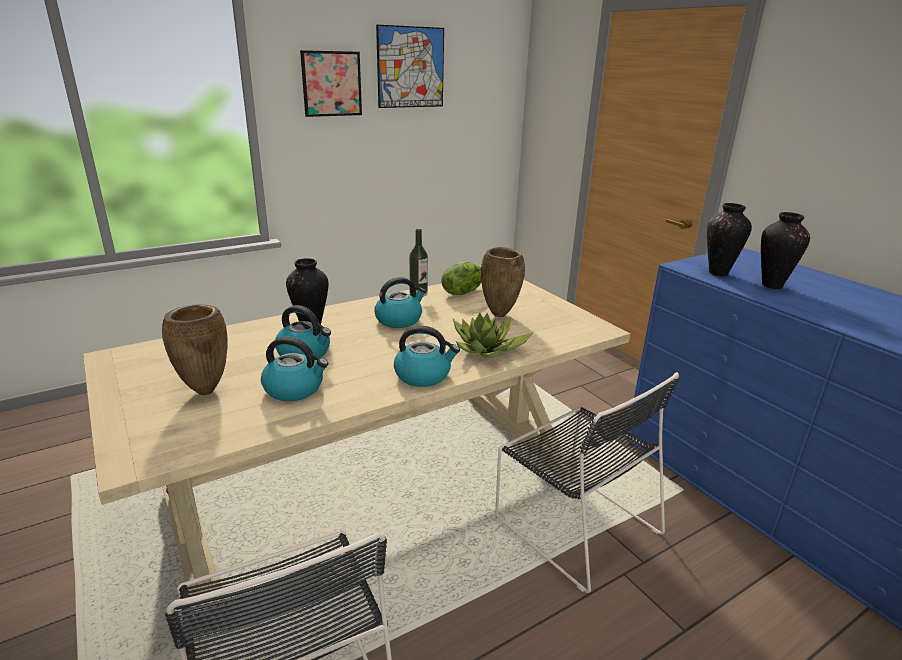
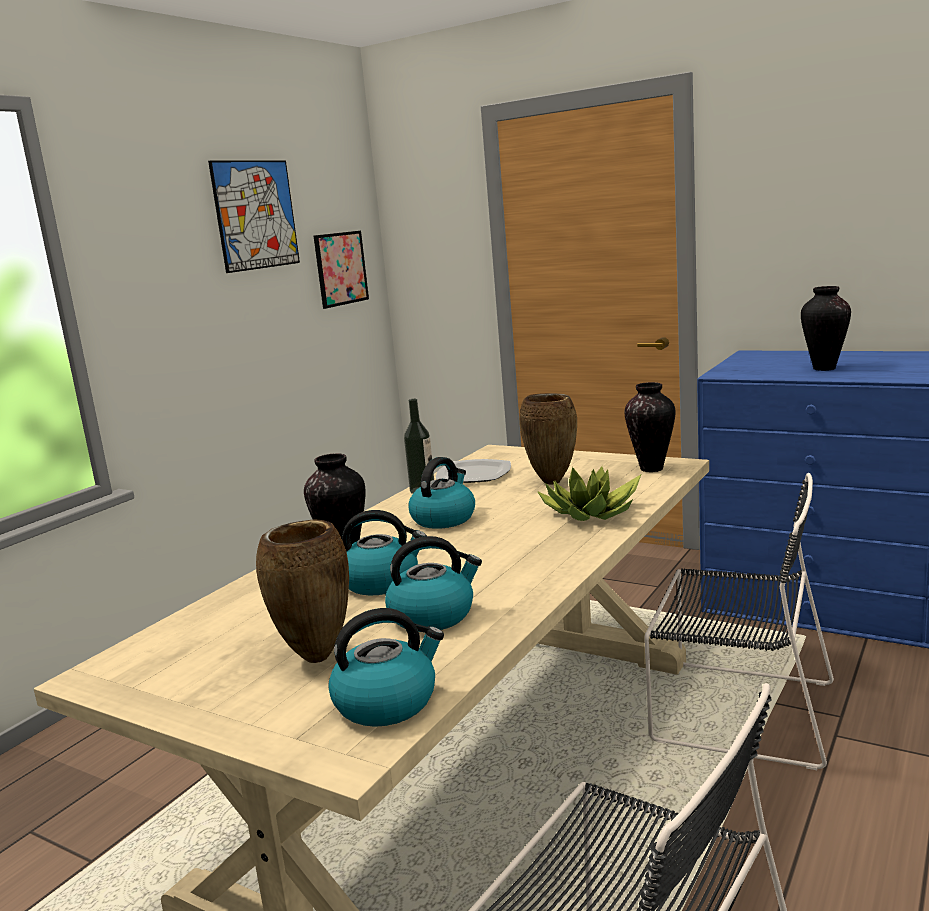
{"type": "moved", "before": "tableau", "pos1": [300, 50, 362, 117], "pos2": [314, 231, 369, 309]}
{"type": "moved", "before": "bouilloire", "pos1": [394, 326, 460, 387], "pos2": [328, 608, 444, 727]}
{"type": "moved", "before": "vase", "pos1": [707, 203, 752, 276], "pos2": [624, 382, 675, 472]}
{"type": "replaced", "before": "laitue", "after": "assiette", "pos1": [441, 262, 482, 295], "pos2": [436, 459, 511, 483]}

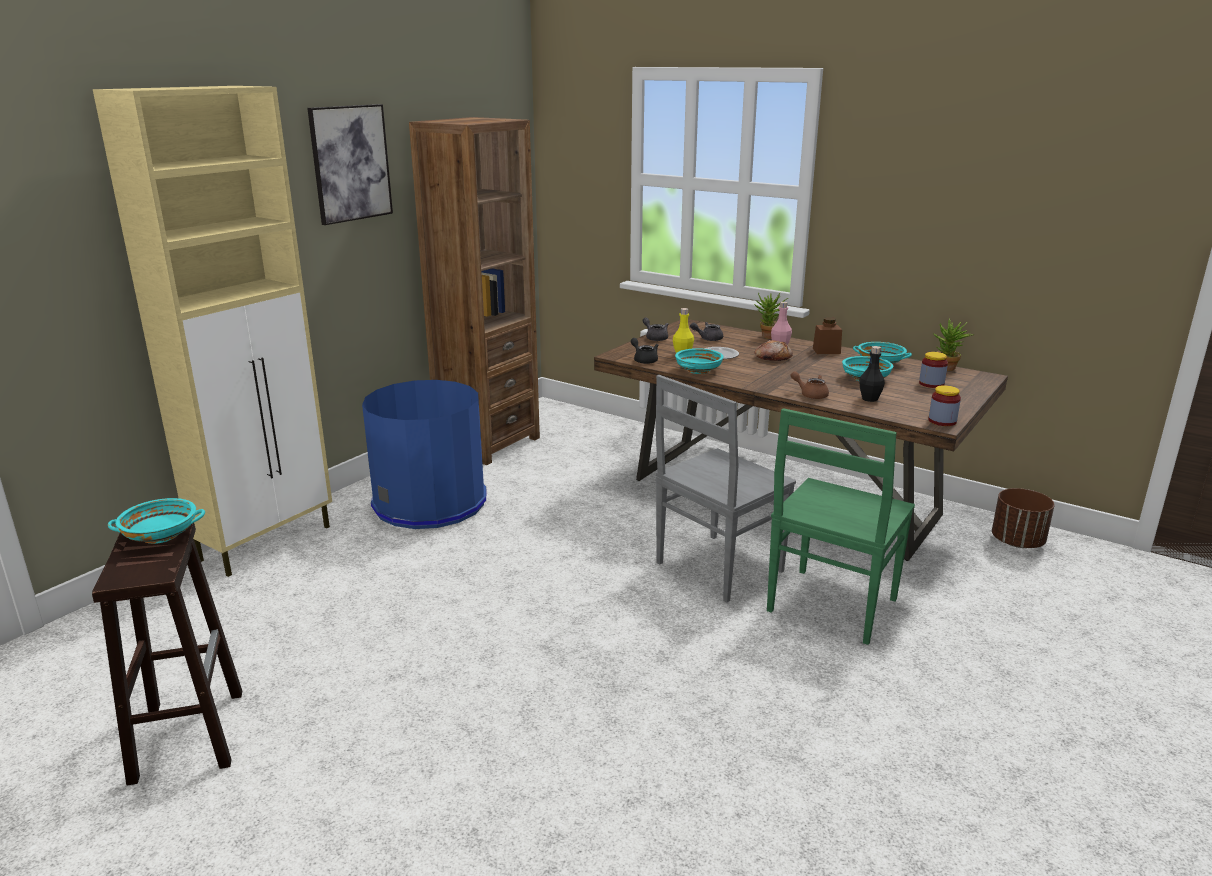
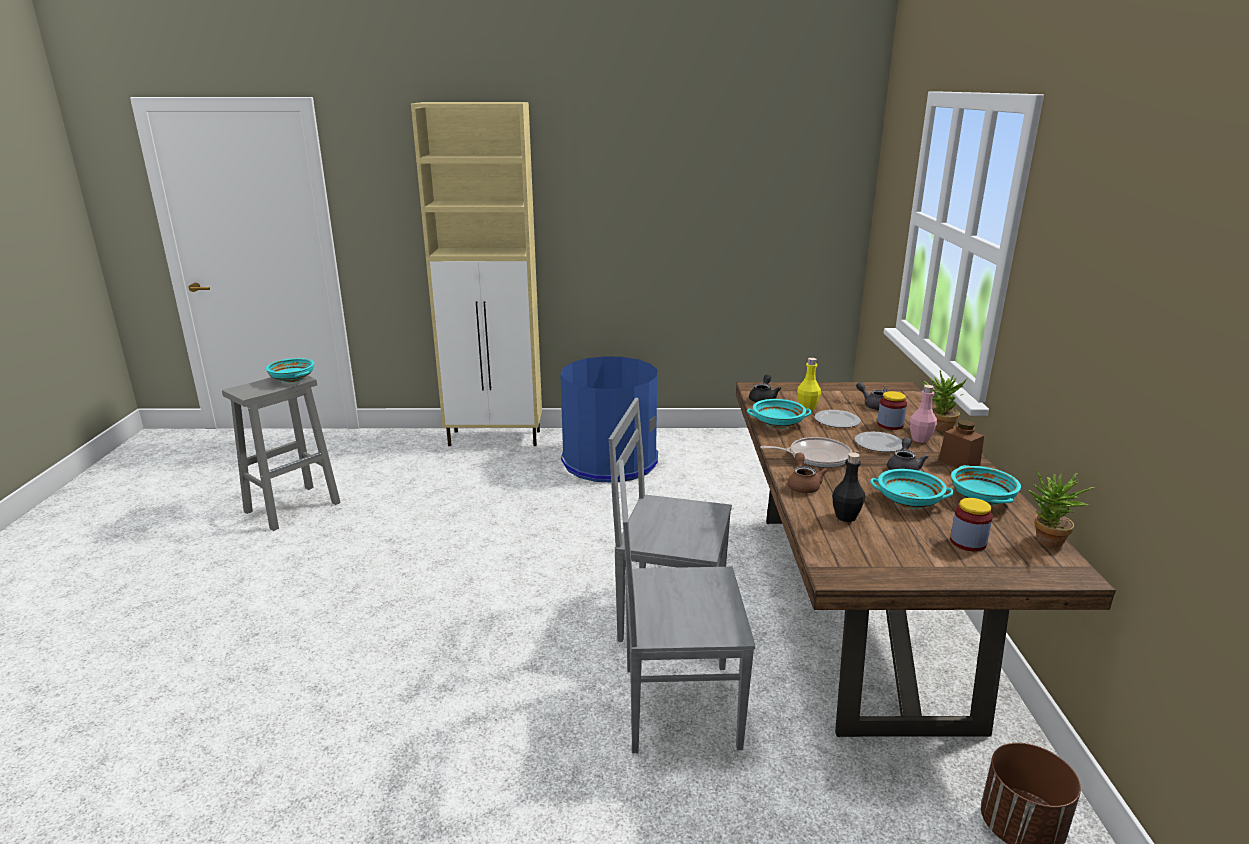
{"type": "removed", "before": "tableau", "pos1": [307, 104, 393, 225]}
{"type": "removed", "before": "bibliothèque/marron", "pos1": [409, 117, 540, 465]}
{"type": "added", "after": "poêle", "pos2": [760, 437, 852, 468]}
{"type": "moved", "before": "théière/gris", "pos1": [643, 317, 668, 341], "pos2": [887, 437, 929, 471]}
{"type": "moved", "before": "bocal", "pos1": [929, 385, 961, 426], "pos2": [877, 391, 907, 430]}
{"type": "replaced", "before": "pain", "after": "assiette", "pos1": [754, 340, 793, 361], "pos2": [854, 432, 903, 452]}
{"type": "recoloured", "before": "tabouret/marron", "after": "tabouret/gris", "pos1": [92, 523, 242, 786], "pos2": [222, 375, 341, 531]}
{"type": "recoloured", "before": "chaise/vert", "after": "chaise/gris", "pos1": [767, 408, 915, 645], "pos2": [619, 460, 755, 753]}

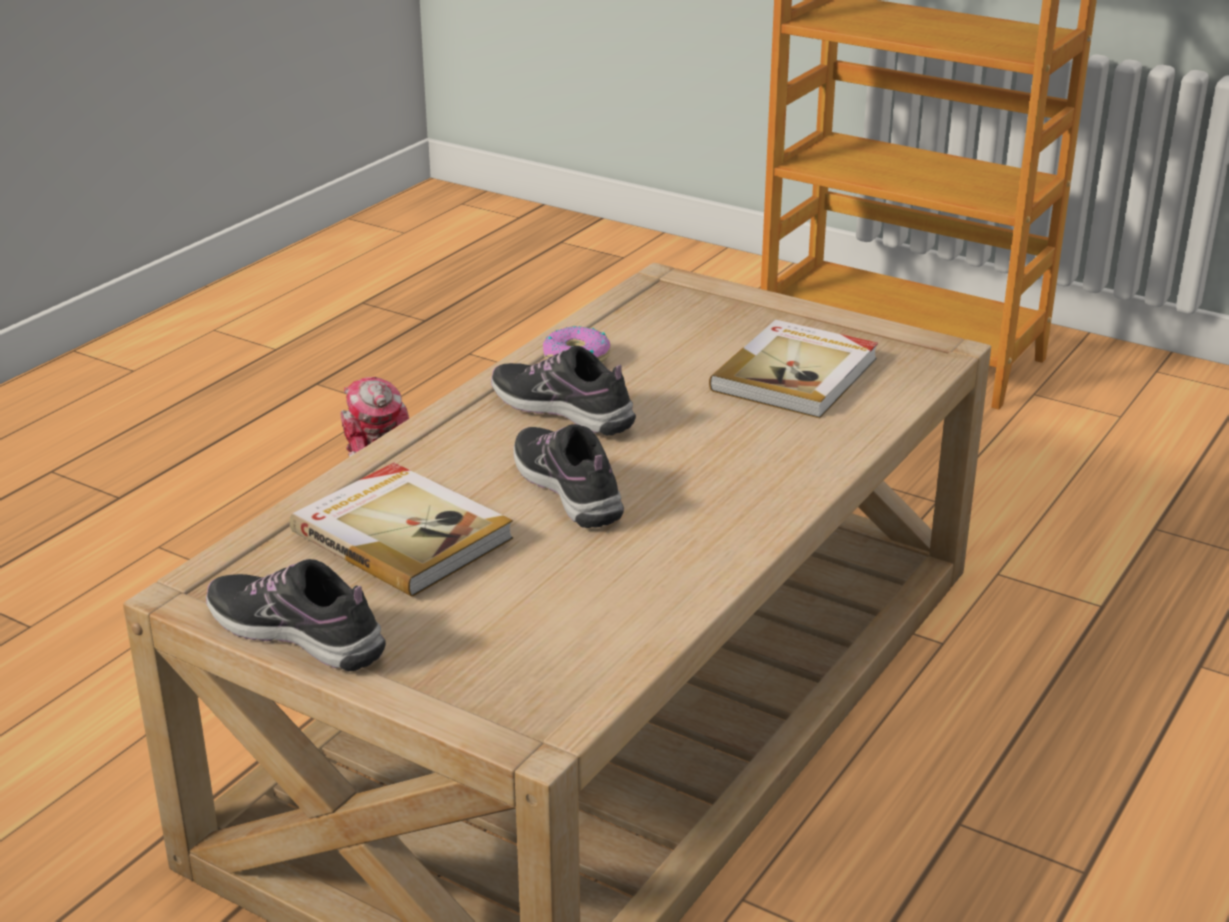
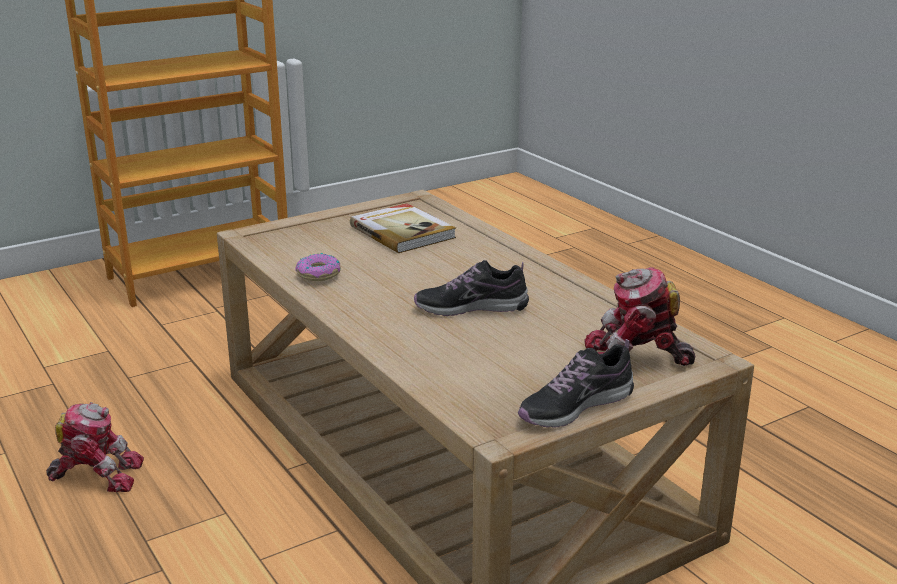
{"type": "removed", "before": "livre", "pos1": [290, 463, 513, 597]}
{"type": "removed", "before": "chaussure", "pos1": [491, 346, 636, 436]}
{"type": "added", "after": "robot jouet", "pos2": [584, 267, 695, 366]}

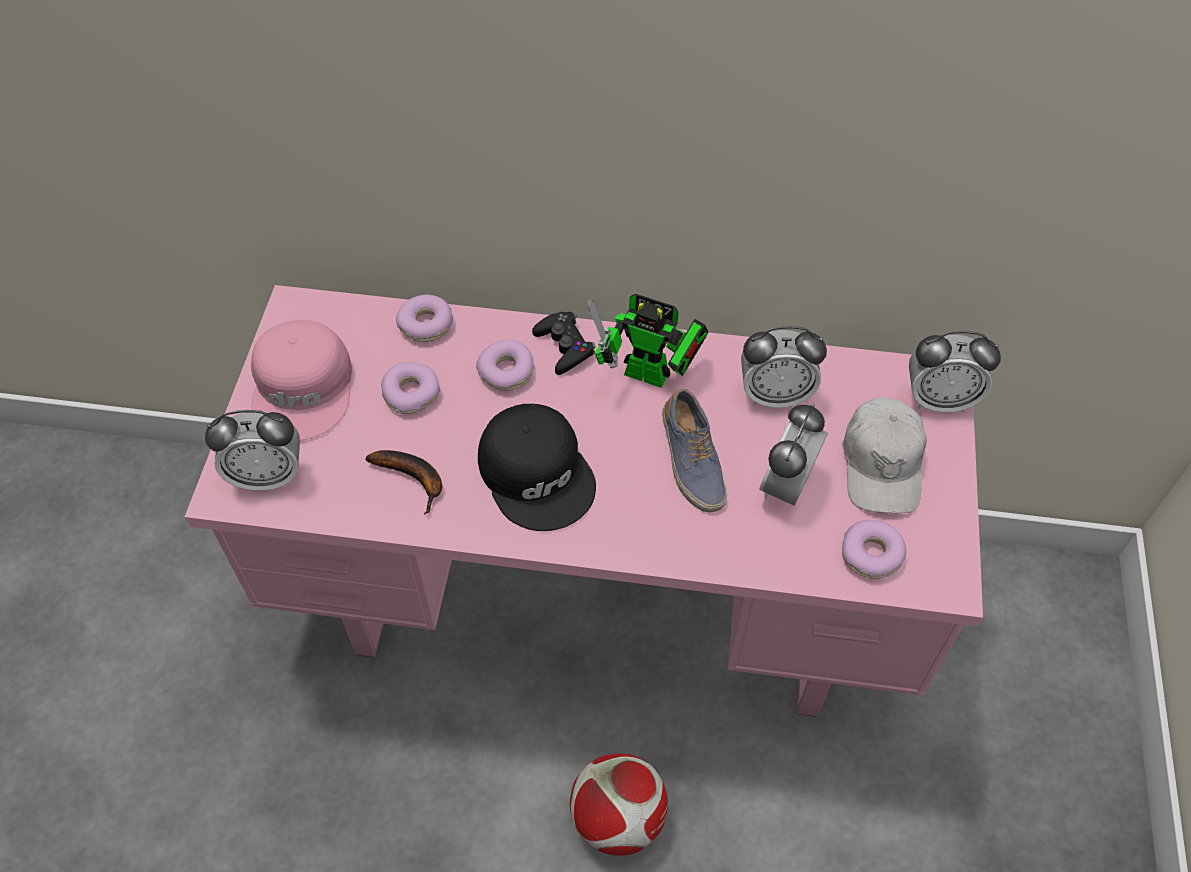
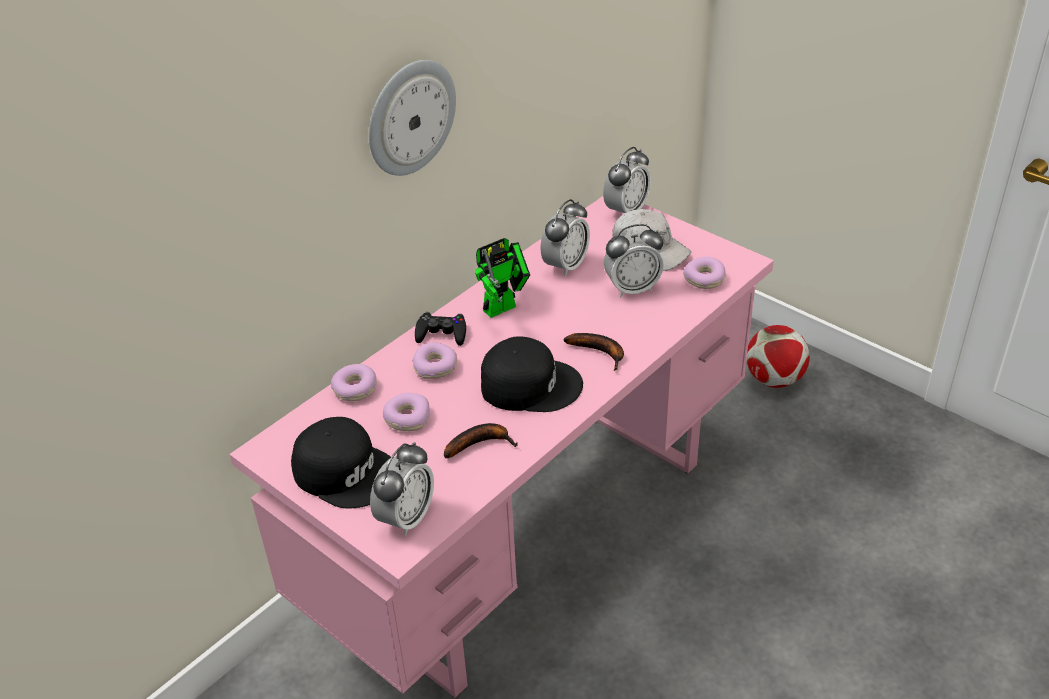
{"type": "removed", "before": "chaussure", "pos1": [662, 388, 727, 512]}
{"type": "added", "after": "horloge murale", "pos2": [369, 60, 456, 176]}
{"type": "added", "after": "banane", "pos2": [564, 333, 624, 371]}
{"type": "moved", "before": "ballon de foot", "pos1": [570, 753, 668, 856], "pos2": [746, 325, 810, 388]}
{"type": "recoloured", "before": "casquette/rose", "after": "casquette/noir", "pos1": [251, 320, 352, 441], "pos2": [291, 417, 391, 508]}
{"type": "turned", "before": "réveil", "pos1": [759, 404, 828, 505], "pos2": [604, 224, 664, 297], "turn": -75}

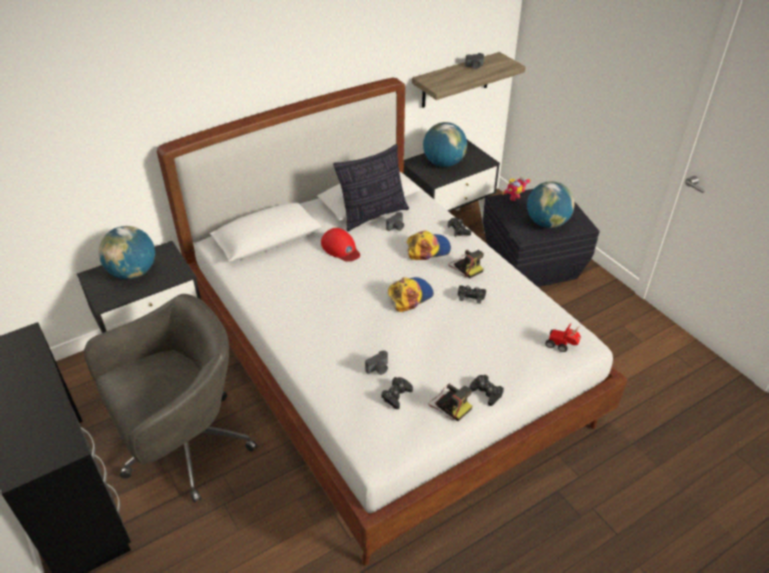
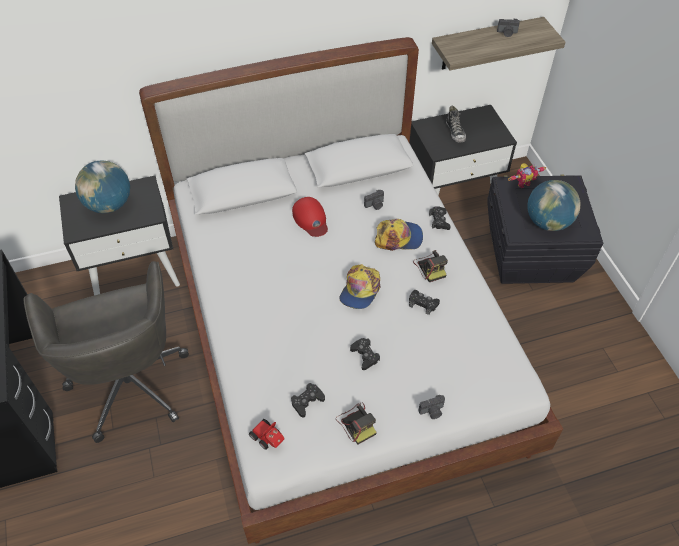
{"type": "removed", "before": "coussin", "pos1": [333, 144, 409, 232]}
{"type": "moved", "before": "appareil photo", "pos1": [365, 350, 388, 375], "pos2": [418, 395, 445, 419]}
{"type": "moved", "before": "manette/noir", "pos1": [470, 375, 504, 406], "pos2": [350, 338, 380, 370]}
{"type": "moved", "before": "petite voiture", "pos1": [545, 323, 581, 352], "pos2": [249, 419, 284, 450]}
{"type": "replaced", "before": "globe", "after": "chaussure", "pos1": [423, 122, 467, 167], "pos2": [446, 106, 466, 142]}
{"type": "turned", "before": "chaise de bureau/gris", "pos1": [84, 294, 257, 503], "pos2": [24, 261, 189, 443], "turn": 90}
{"type": "turned", "before": "casquette", "pos1": [388, 277, 434, 312], "pos2": [339, 264, 381, 309], "turn": 135}

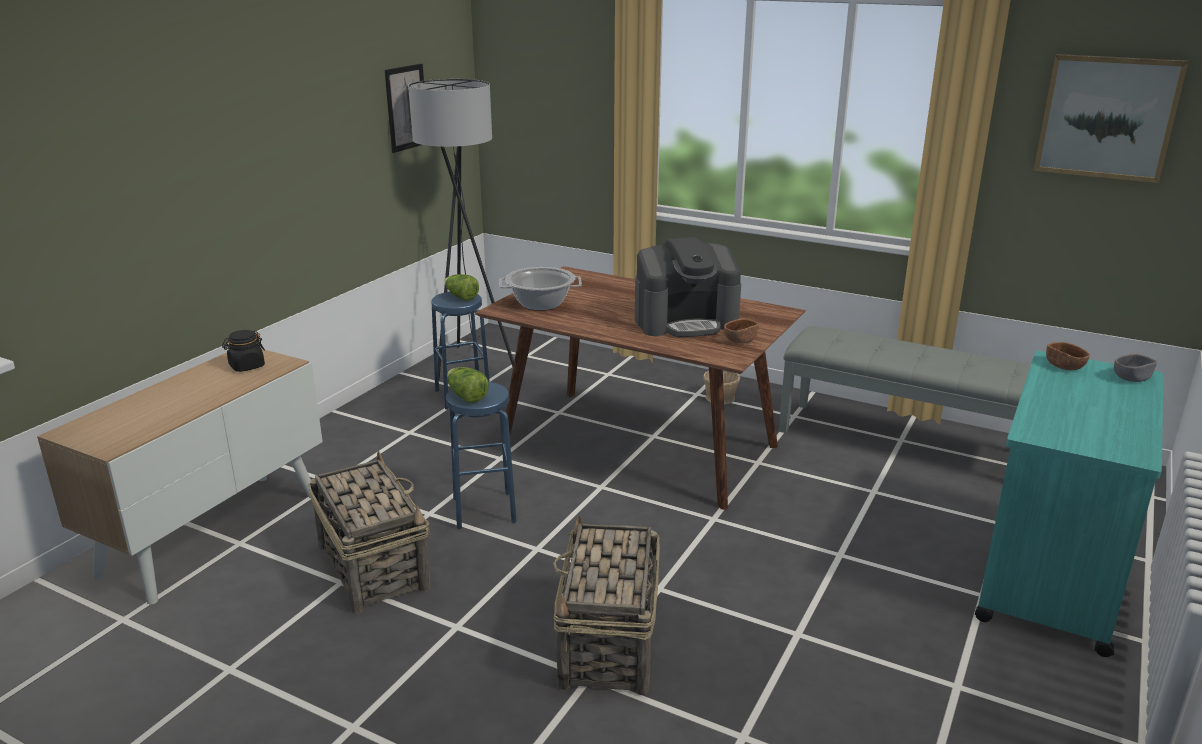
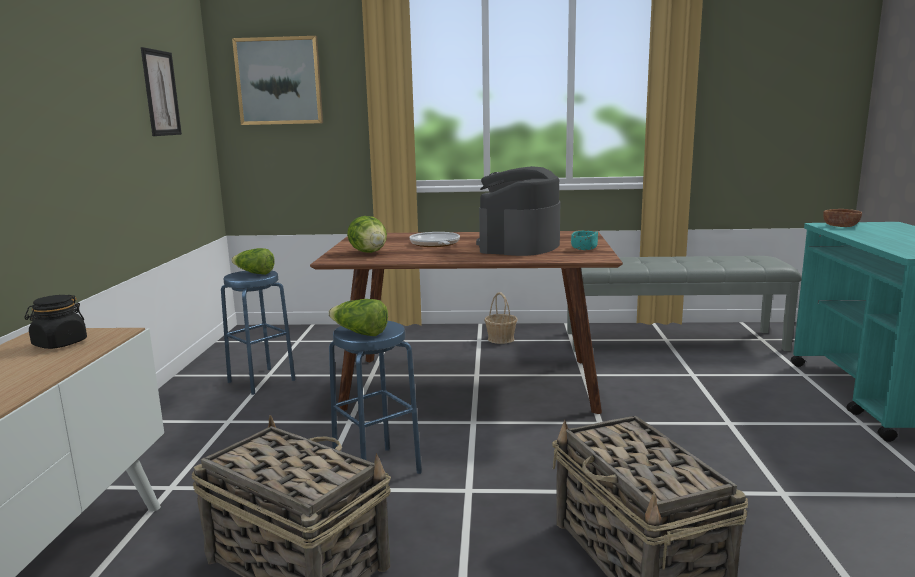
{"type": "removed", "before": "lampadaire/gris", "pos1": [408, 79, 514, 380]}
{"type": "removed", "before": "bol/gris", "pos1": [1114, 354, 1157, 382]}
{"type": "added", "after": "poêle", "pos2": [409, 232, 460, 247]}
{"type": "moved", "before": "tableau", "pos1": [1034, 54, 1188, 183], "pos2": [232, 36, 323, 125]}
{"type": "replaced", "before": "marmite", "after": "laitue", "pos1": [499, 267, 582, 311], "pos2": [347, 216, 387, 253]}
{"type": "recoloured", "before": "bol/marron", "after": "bol/turquoise", "pos1": [724, 319, 759, 344], "pos2": [571, 230, 598, 250]}
{"type": "turned", "before": "machine à café", "pos1": [635, 237, 741, 338], "pos2": [476, 166, 560, 256], "turn": 150}

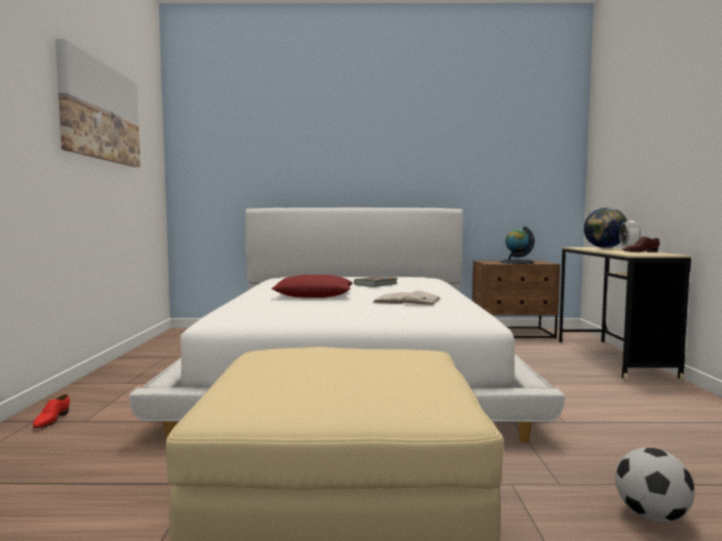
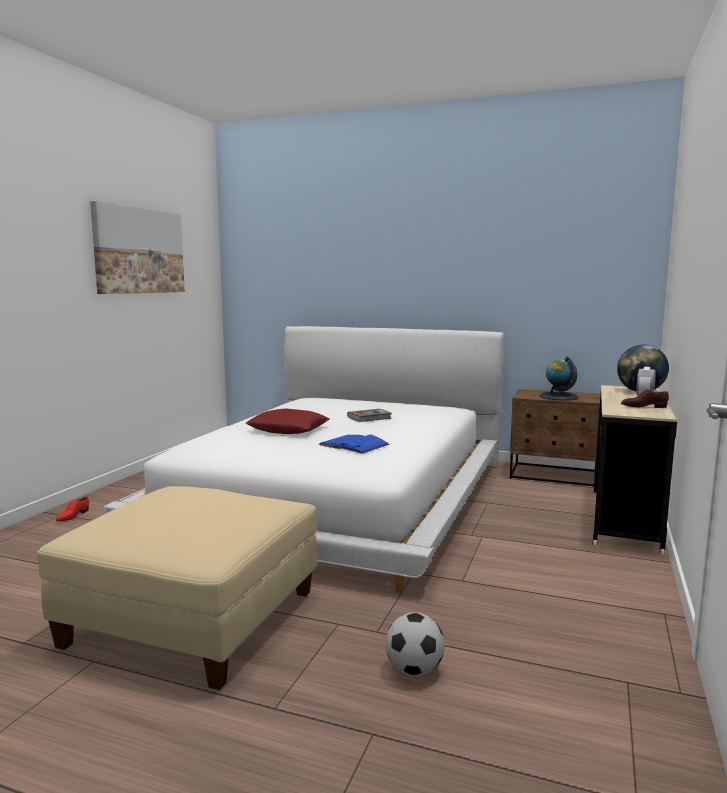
{"type": "recoloured", "before": "livre/blanc", "after": "livre/bleu", "pos1": [372, 290, 440, 305], "pos2": [318, 435, 390, 454]}

